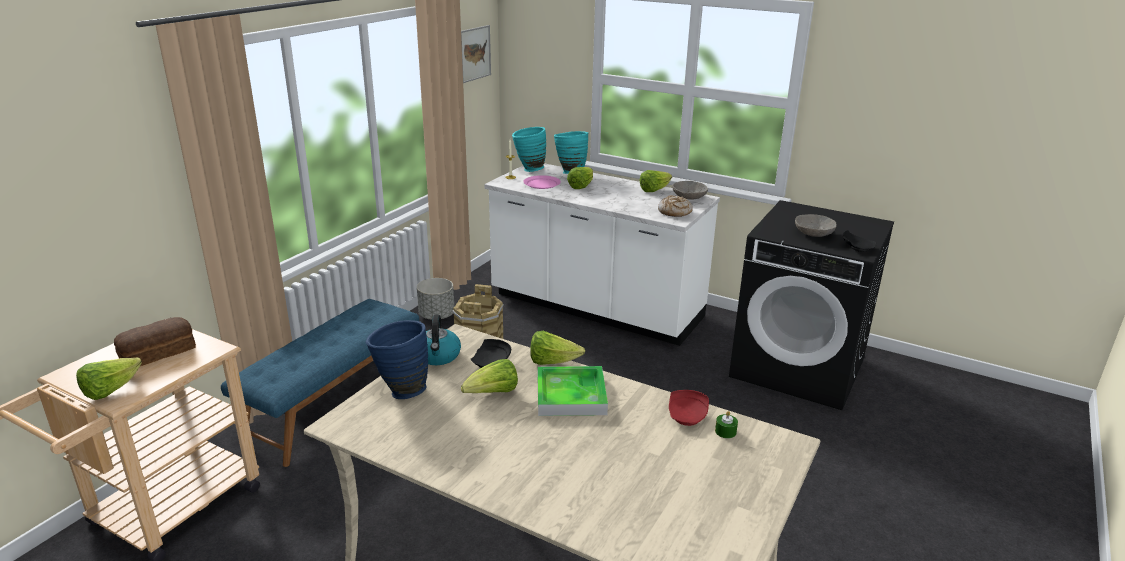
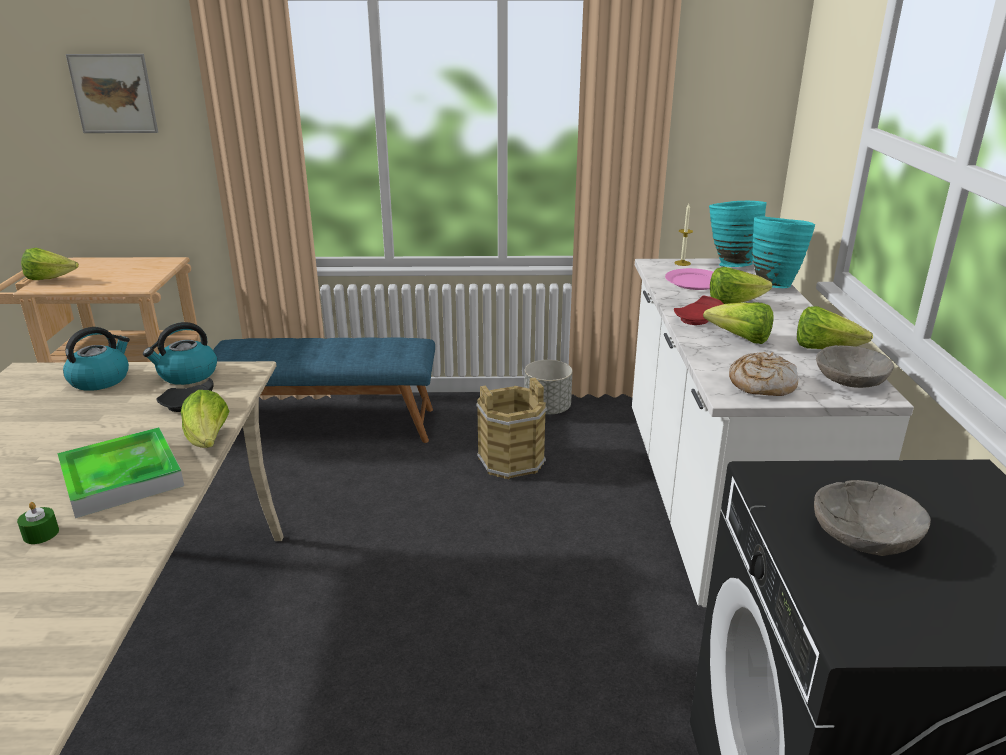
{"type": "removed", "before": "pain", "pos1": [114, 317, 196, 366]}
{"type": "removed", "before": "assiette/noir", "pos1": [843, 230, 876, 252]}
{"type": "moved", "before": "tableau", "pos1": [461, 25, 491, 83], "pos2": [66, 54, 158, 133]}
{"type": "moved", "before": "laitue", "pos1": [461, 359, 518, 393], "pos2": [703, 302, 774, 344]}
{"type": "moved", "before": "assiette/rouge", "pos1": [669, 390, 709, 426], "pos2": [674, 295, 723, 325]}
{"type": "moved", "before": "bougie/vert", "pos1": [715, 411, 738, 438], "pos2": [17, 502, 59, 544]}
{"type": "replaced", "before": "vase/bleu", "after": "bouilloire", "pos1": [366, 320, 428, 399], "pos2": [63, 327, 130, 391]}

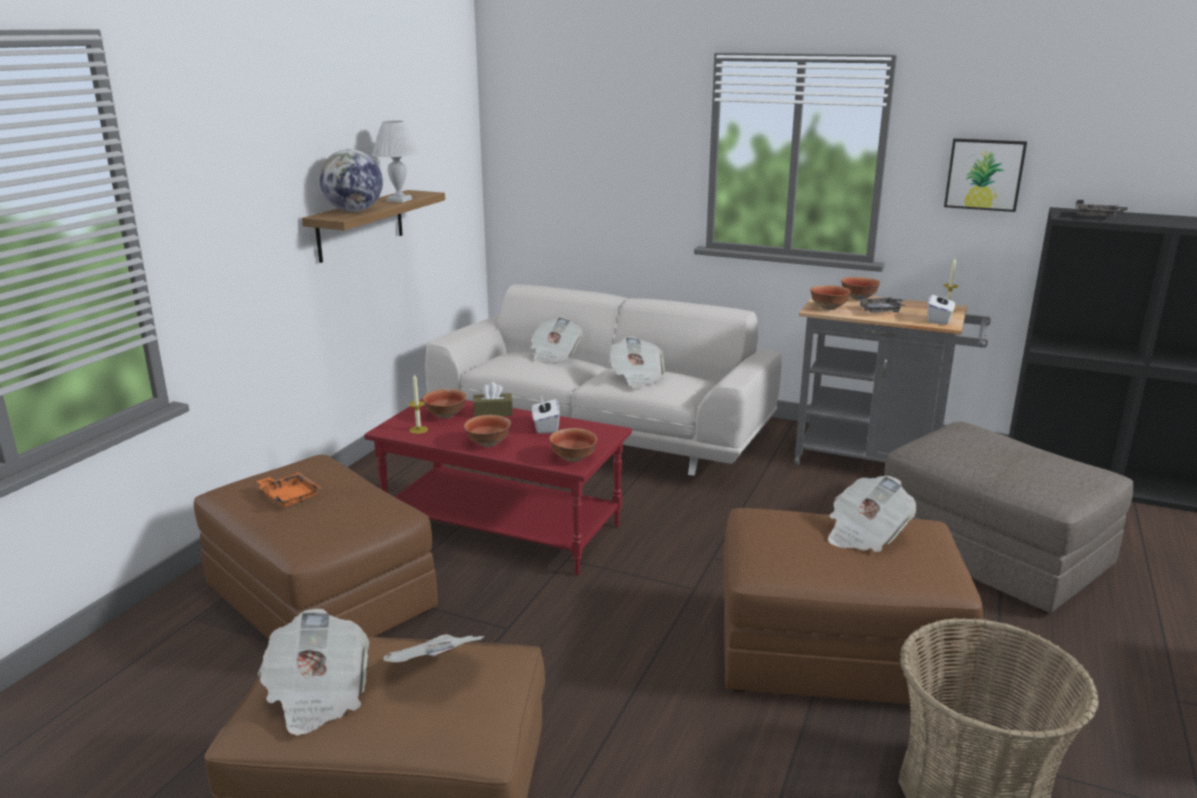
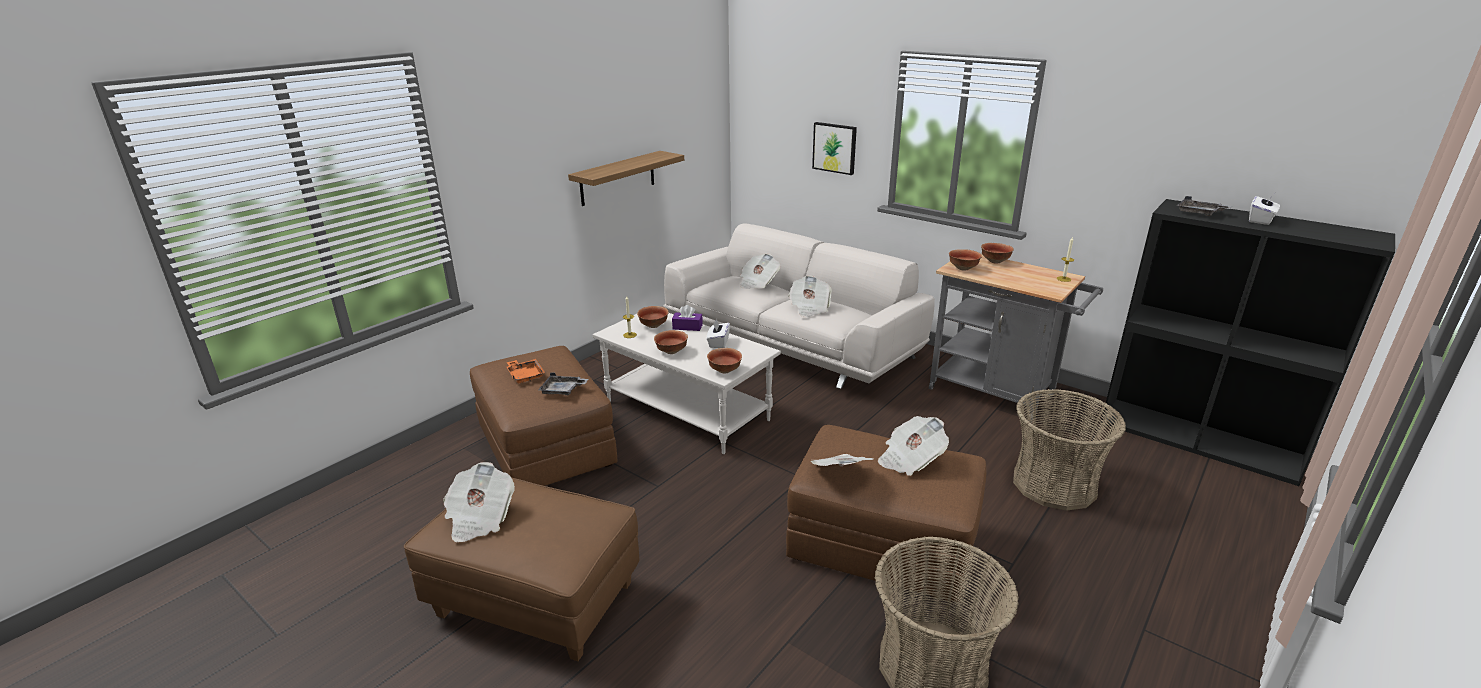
{"type": "removed", "before": "globe", "pos1": [320, 149, 383, 212]}
{"type": "removed", "before": "lampe de table/blanc", "pos1": [372, 121, 420, 203]}
{"type": "moved", "before": "journal", "pos1": [383, 634, 485, 662], "pos2": [811, 454, 874, 467]}
{"type": "moved", "before": "plateau/gris", "pos1": [858, 295, 906, 313], "pos2": [538, 372, 588, 395]}
{"type": "moved", "before": "boîte à mouchoirs/blanc", "pos1": [928, 291, 955, 325], "pos2": [1249, 194, 1280, 225]}
{"type": "moved", "before": "tableau", "pos1": [944, 138, 1027, 212], "pos2": [812, 122, 857, 175]}
{"type": "replaced", "before": "pouf/gris", "after": "panier", "pos1": [884, 422, 1134, 614], "pos2": [1013, 389, 1126, 511]}
{"type": "recoloured", "before": "table basse/rouge", "after": "table basse/blanc", "pos1": [364, 398, 632, 575], "pos2": [593, 313, 781, 454]}
{"type": "recoloured", "before": "boîte à mouchoirs/marron", "after": "boîte à mouchoirs/violet", "pos1": [473, 382, 513, 417], "pos2": [672, 305, 703, 331]}

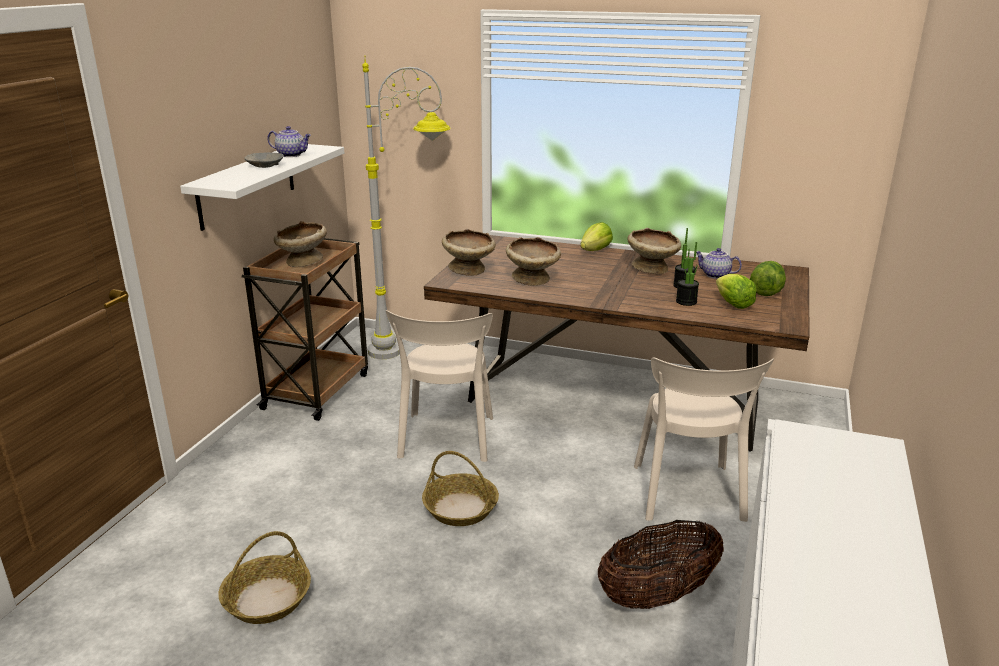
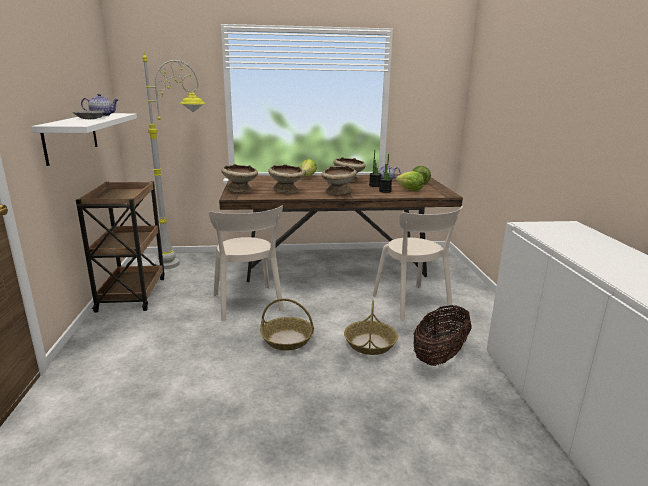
{"type": "moved", "before": "panier", "pos1": [218, 531, 311, 624], "pos2": [344, 300, 398, 355]}
{"type": "moved", "before": "bol/beige", "pos1": [274, 221, 327, 267], "pos2": [322, 166, 357, 195]}

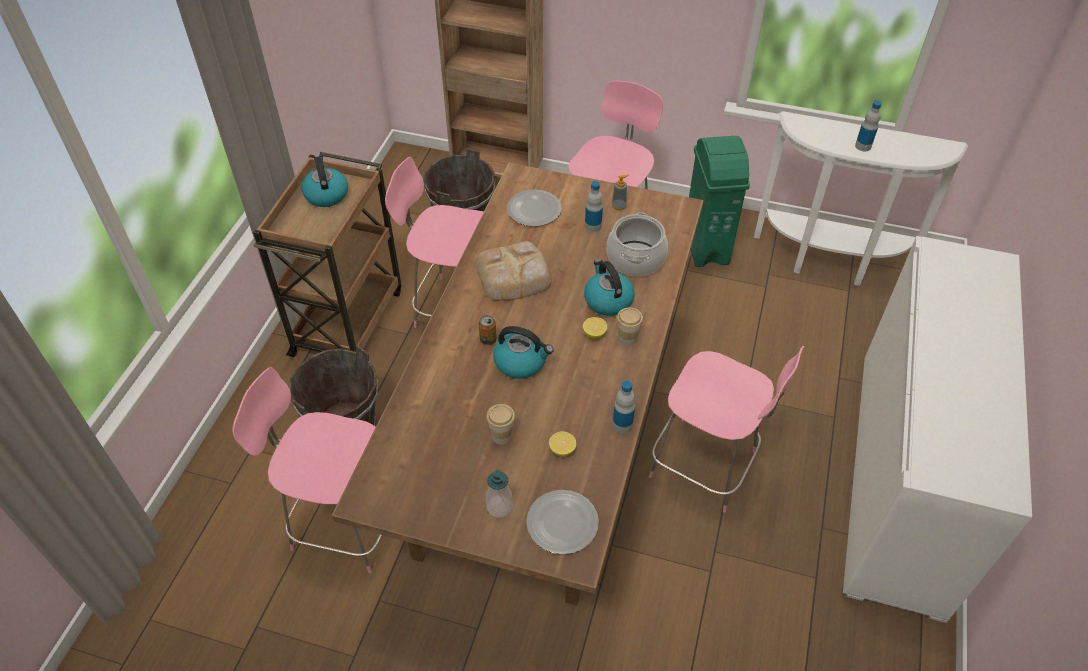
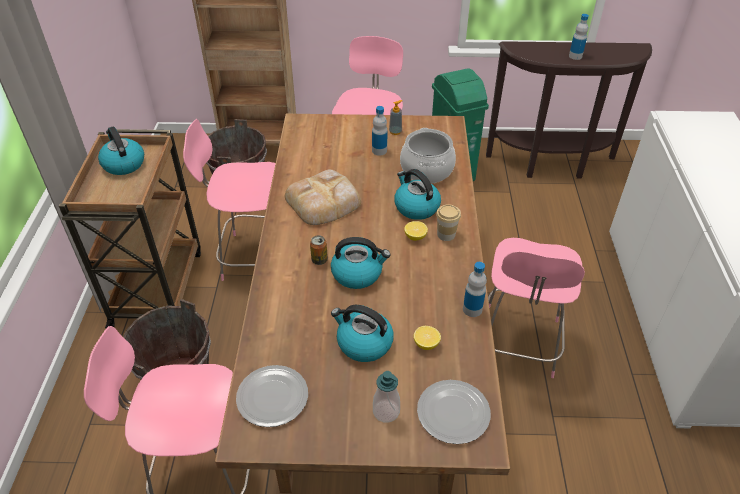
{"type": "moved", "before": "assiette", "pos1": [507, 189, 561, 226], "pos2": [236, 365, 308, 427]}
{"type": "replaced", "before": "tasse", "after": "bouilloire", "pos1": [486, 404, 515, 444], "pos2": [331, 305, 394, 362]}
{"type": "recoloured", "before": "table console/blanc", "after": "table console/marron", "pos1": [754, 111, 968, 286], "pos2": [486, 41, 652, 179]}
{"type": "turned", "before": "chaise/rose", "pos1": [649, 346, 804, 513], "pos2": [488, 238, 585, 378], "turn": 90}

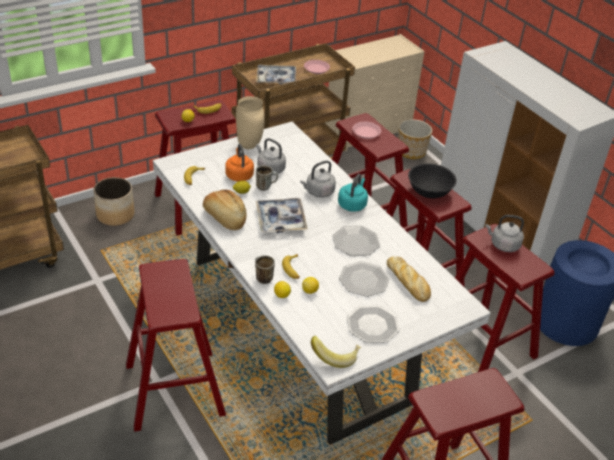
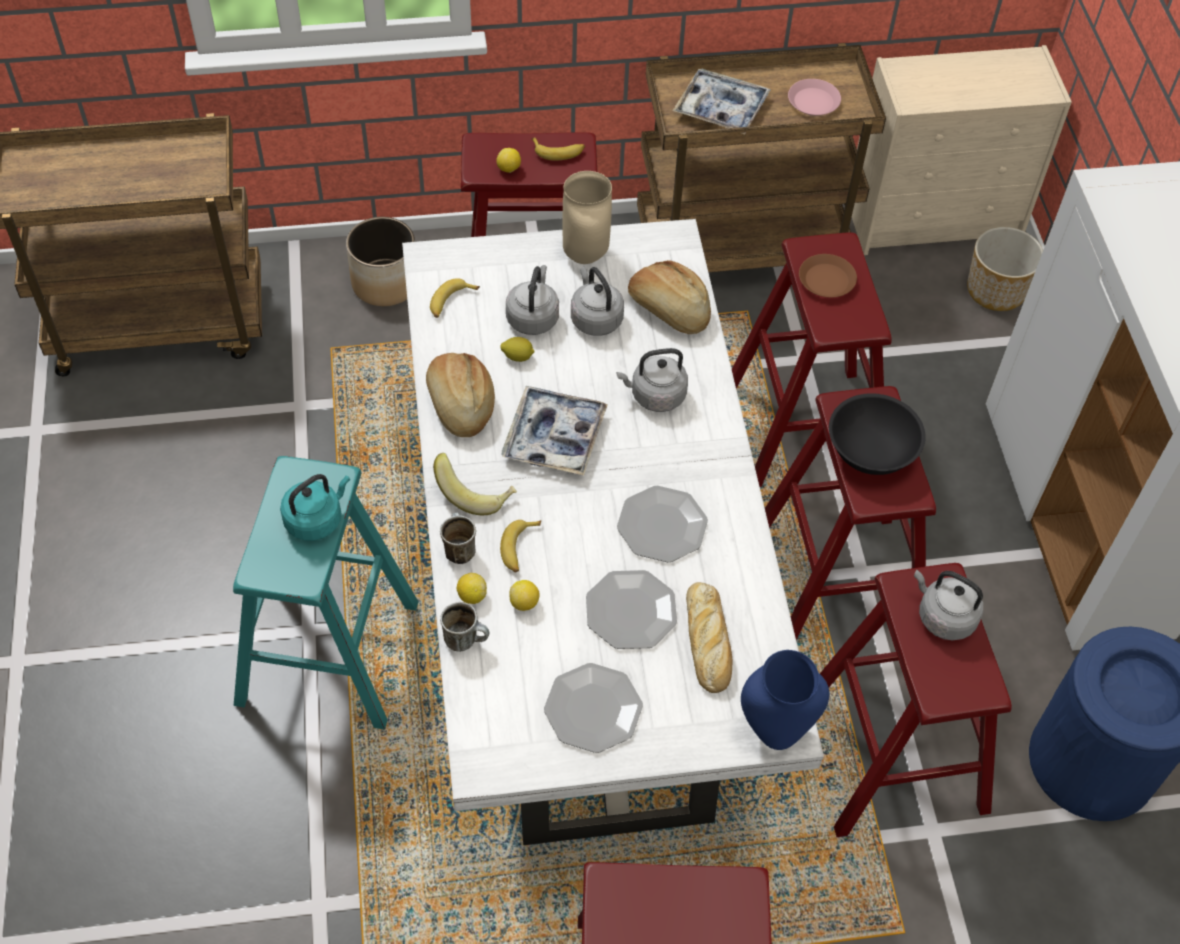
{"type": "added", "after": "pain", "pos2": [628, 260, 711, 334]}
{"type": "added", "after": "vase/bleu", "pos2": [741, 650, 829, 750]}
{"type": "moved", "before": "mug", "pos1": [256, 165, 278, 191], "pos2": [440, 602, 489, 652]}
{"type": "moved", "before": "banane", "pos1": [311, 336, 361, 368], "pos2": [433, 453, 517, 515]}
{"type": "moved", "before": "bouilloire/turquoise", "pos1": [338, 174, 368, 212], "pos2": [280, 474, 350, 541]}
{"type": "recoloured", "before": "tabouret/rouge", "after": "tabouret/turquoise", "pos1": [126, 259, 226, 432], "pos2": [233, 456, 418, 730]}
{"type": "recoloured", "before": "bouilloire/orange", "after": "bouilloire/gris", "pos1": [225, 144, 254, 182], "pos2": [506, 265, 559, 335]}
{"type": "recoloured", "before": "assiette/rose", "after": "assiette/marron", "pos1": [352, 121, 381, 139], "pos2": [799, 254, 857, 298]}

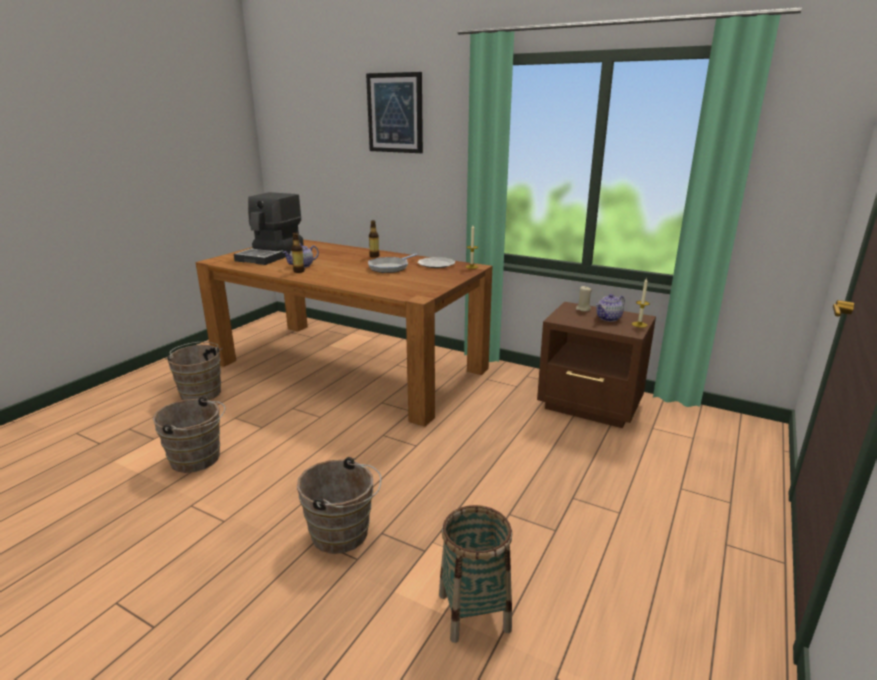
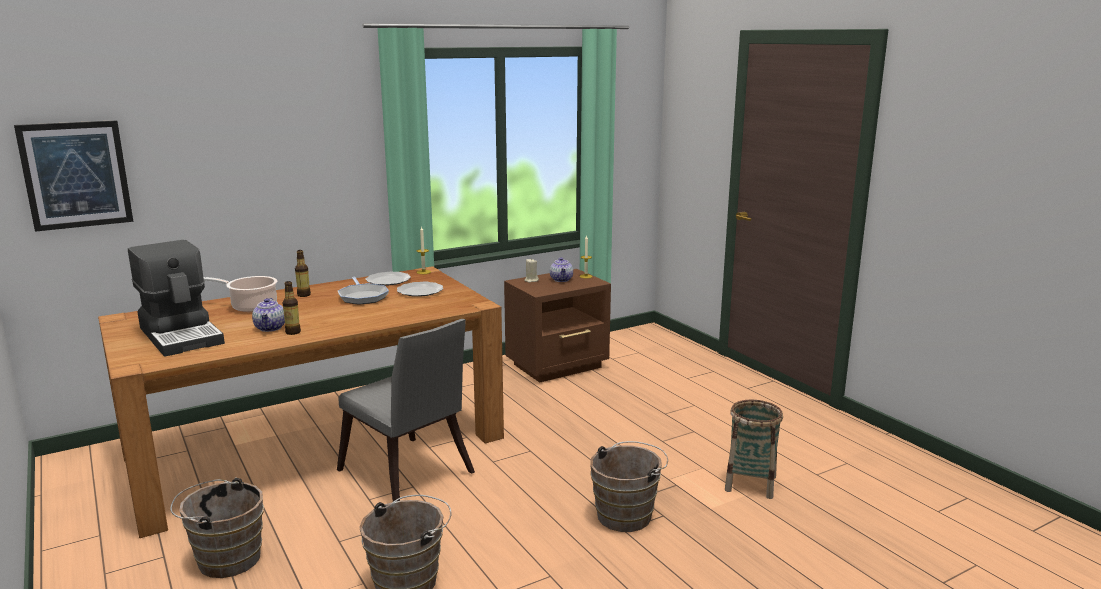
{"type": "added", "after": "marmite", "pos2": [203, 276, 277, 312]}
{"type": "added", "after": "chaise/gris", "pos2": [337, 319, 475, 502]}
{"type": "added", "after": "assiette", "pos2": [397, 282, 443, 297]}
{"type": "moved", "before": "tableau", "pos1": [366, 72, 423, 153], "pos2": [14, 120, 133, 232]}

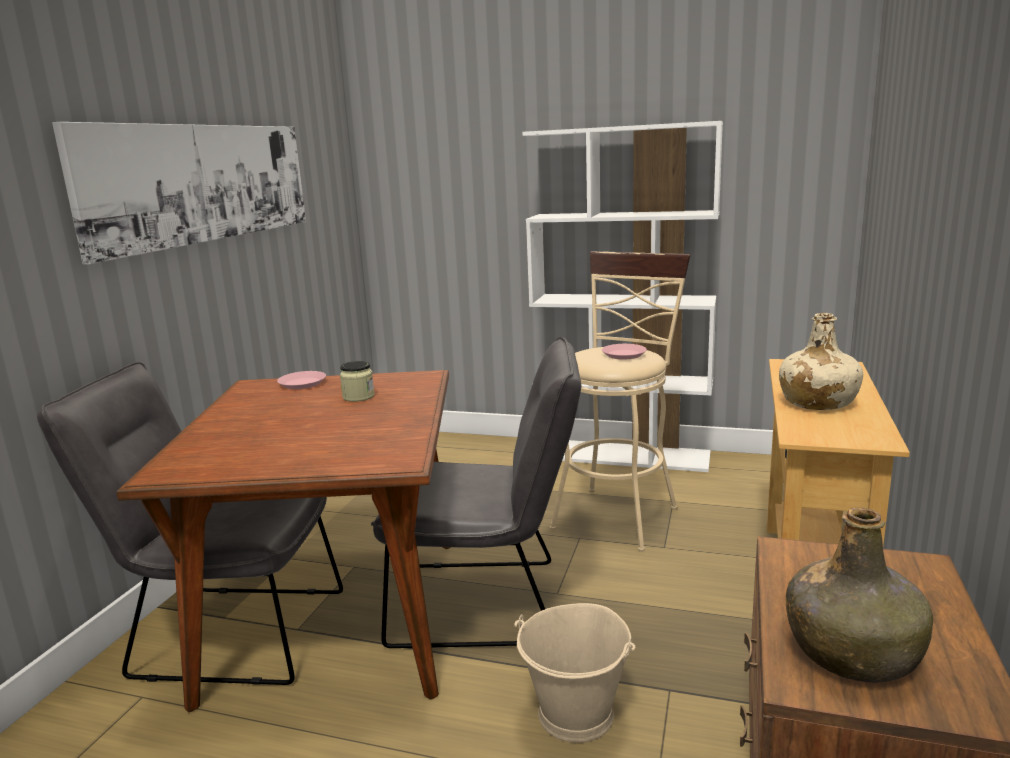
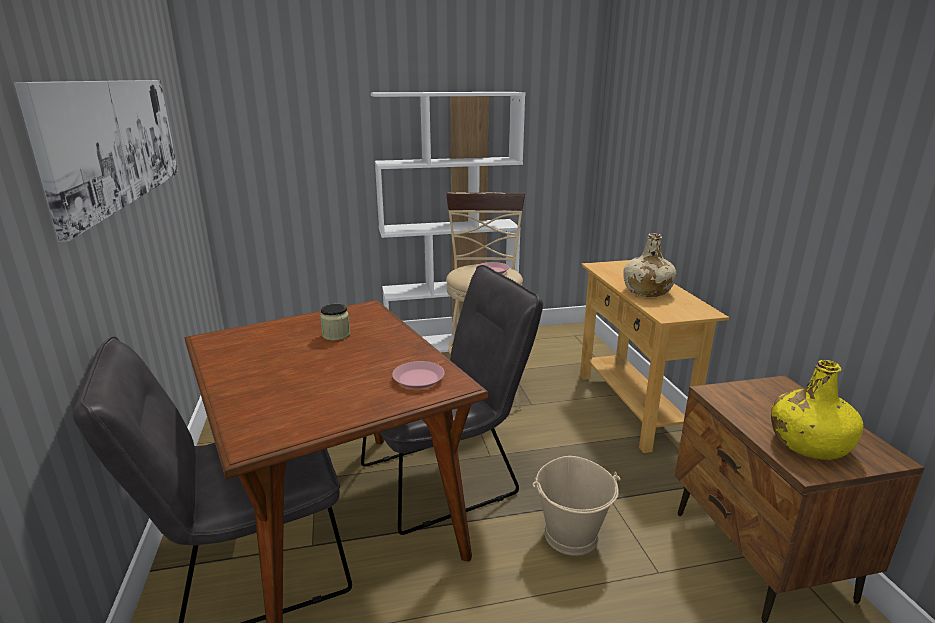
{"type": "moved", "before": "assiette/rose", "pos1": [277, 371, 326, 389], "pos2": [392, 361, 445, 389]}
{"type": "recoloured", "before": "bouteille/vert", "after": "bouteille/jaune", "pos1": [786, 508, 933, 683], "pos2": [771, 360, 863, 460]}

